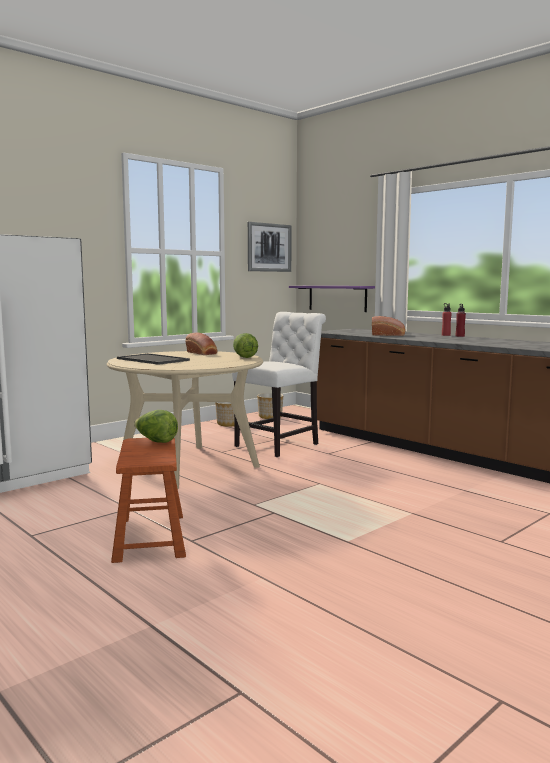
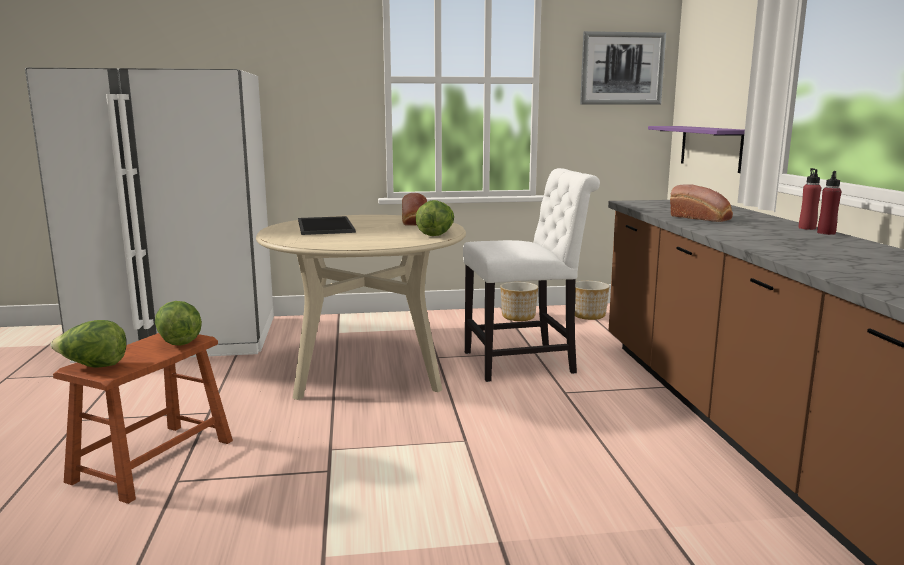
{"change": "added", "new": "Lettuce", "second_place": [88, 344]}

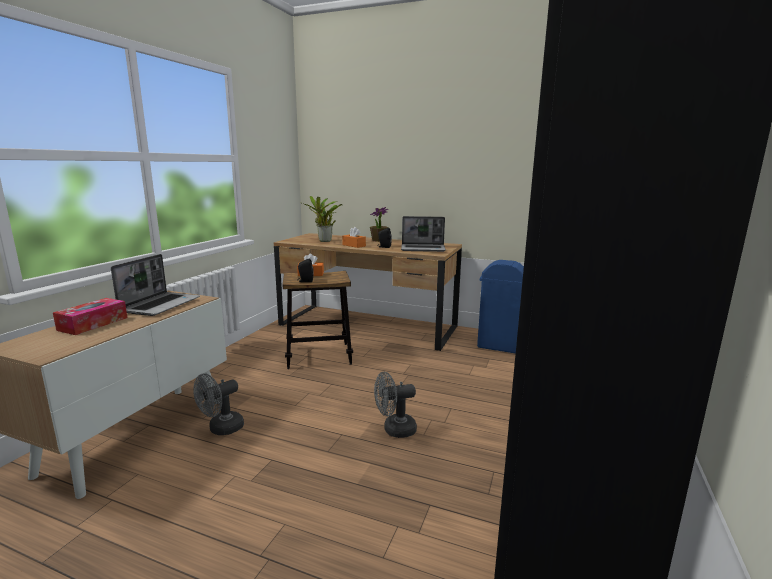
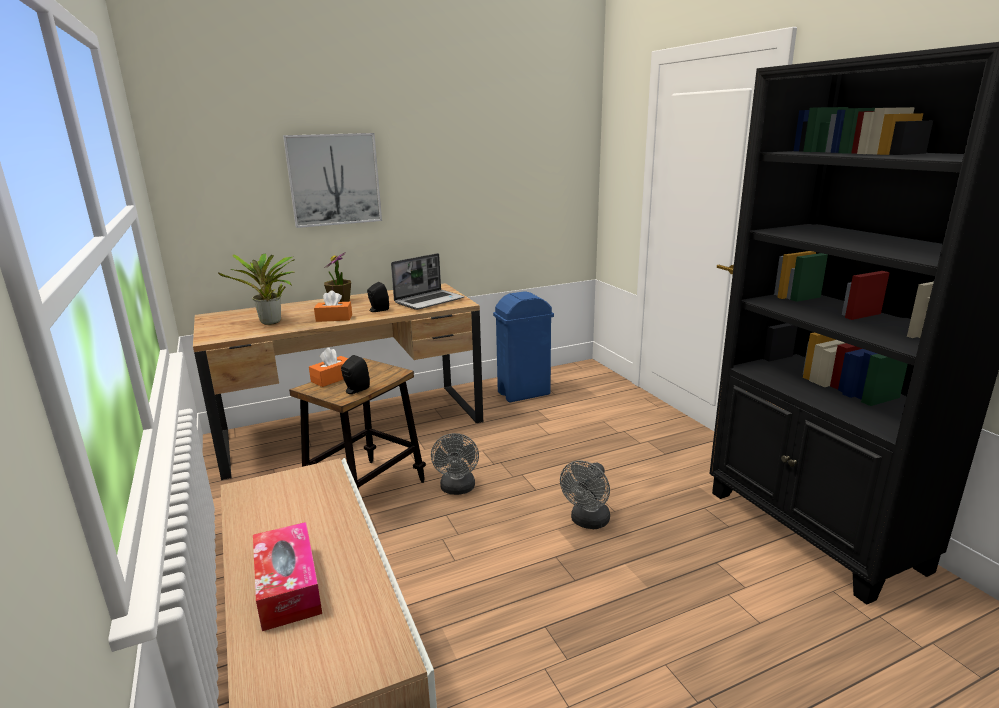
{"change": "removed", "old": "Laptop", "first_place": [155, 285]}
{"change": "moved", "old": "GreyFan", "first_place": [218, 404], "second_place": [455, 464]}
{"change": "added", "new": "Picture", "second_place": [332, 180]}

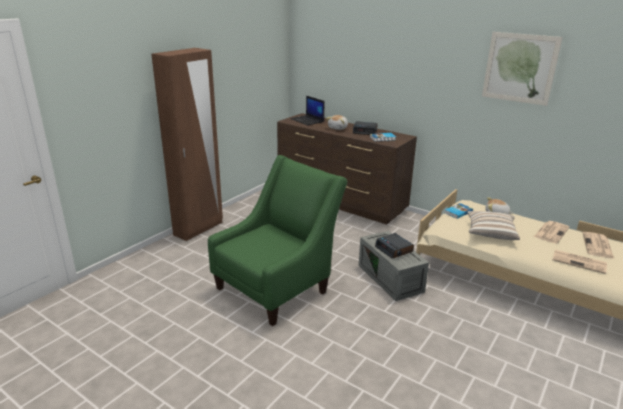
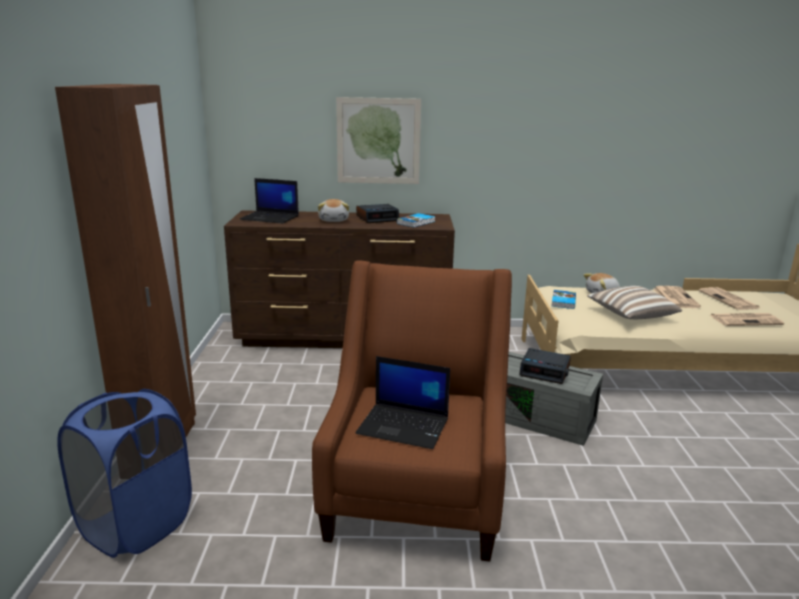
{"change": "recoloured", "old": "GreenArmchair", "new": "BrownArmchair", "first_place": [277, 240], "second_place": [412, 411]}
{"change": "moved", "old": "Picture", "first_place": [522, 69], "second_place": [378, 140]}
{"change": "added", "new": "BlueLaundryBasket", "second_place": [124, 473]}
{"change": "added", "new": "Laptop", "second_place": [403, 402]}

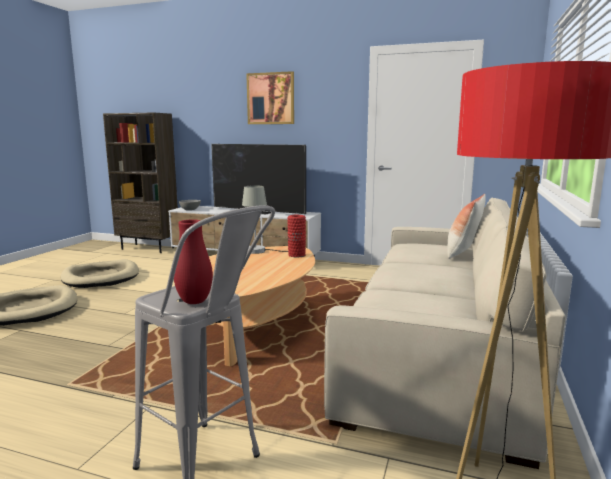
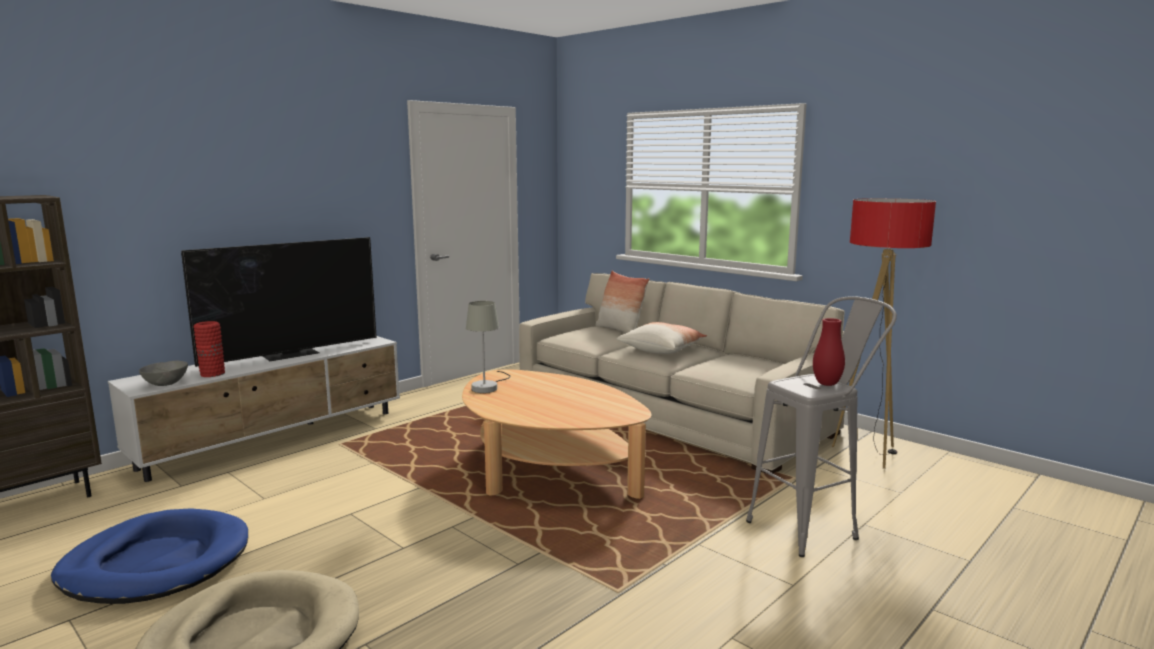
{"change": "recoloured", "old": "BeigeDogBed", "new": "BlueDogBed", "first_place": [100, 273], "second_place": [149, 556]}
{"change": "removed", "old": "Picture", "first_place": [270, 97]}
{"change": "moved", "old": "RedVase", "first_place": [296, 236], "second_place": [209, 349]}
{"change": "added", "new": "Pillow", "second_place": [661, 338]}

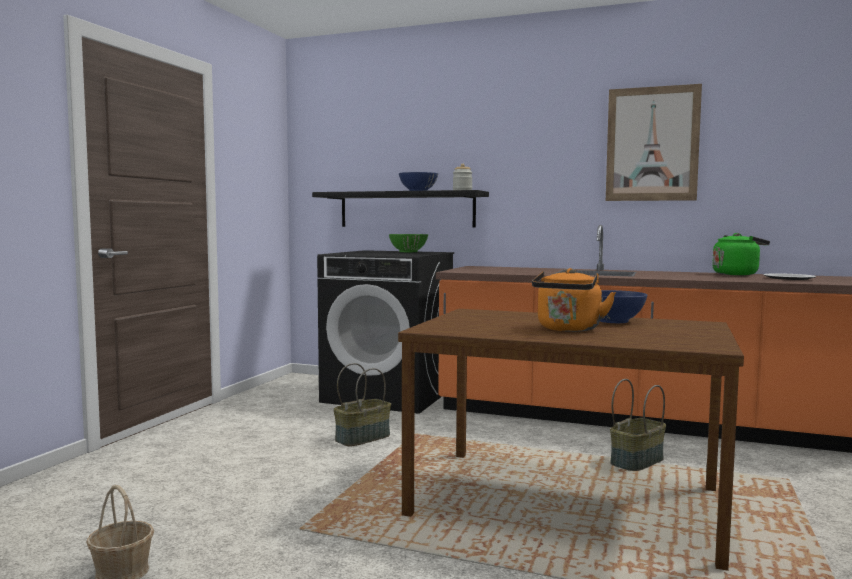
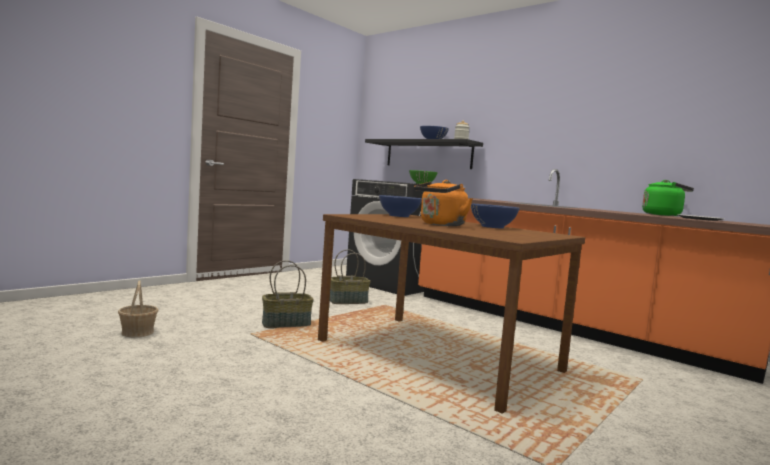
{"change": "removed", "old": "Picture", "first_place": [654, 142]}
{"change": "moved", "old": "Basket", "first_place": [638, 425], "second_place": [288, 294]}
{"change": "added", "new": "BlueBowl", "second_place": [400, 206]}

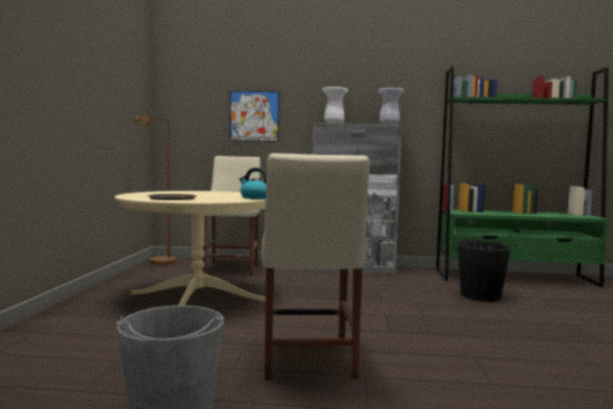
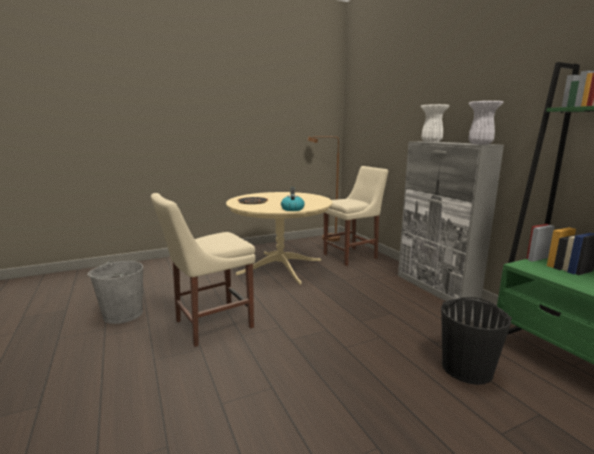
{"change": "removed", "old": "Picture", "first_place": [254, 116]}

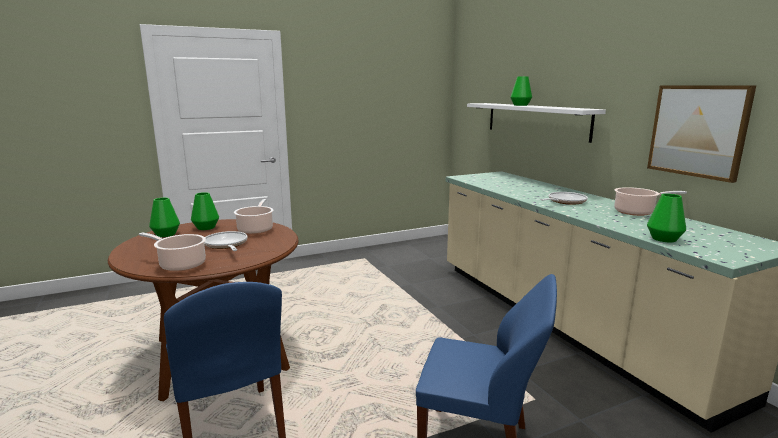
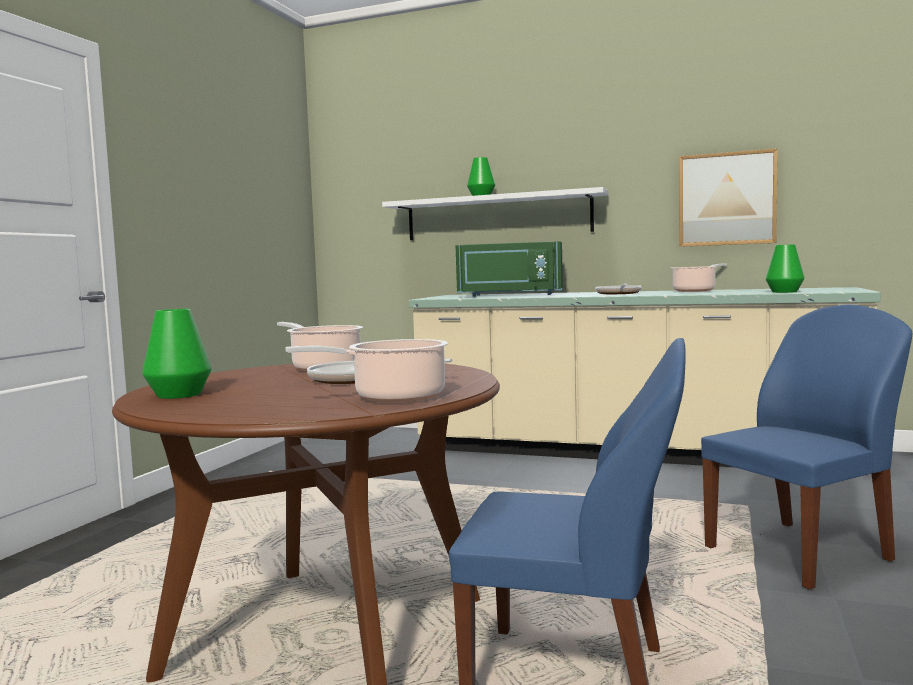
{"change": "removed", "old": "GreenVase", "first_place": [205, 211]}
{"change": "added", "new": "GreenMicrowave", "second_place": [509, 269]}

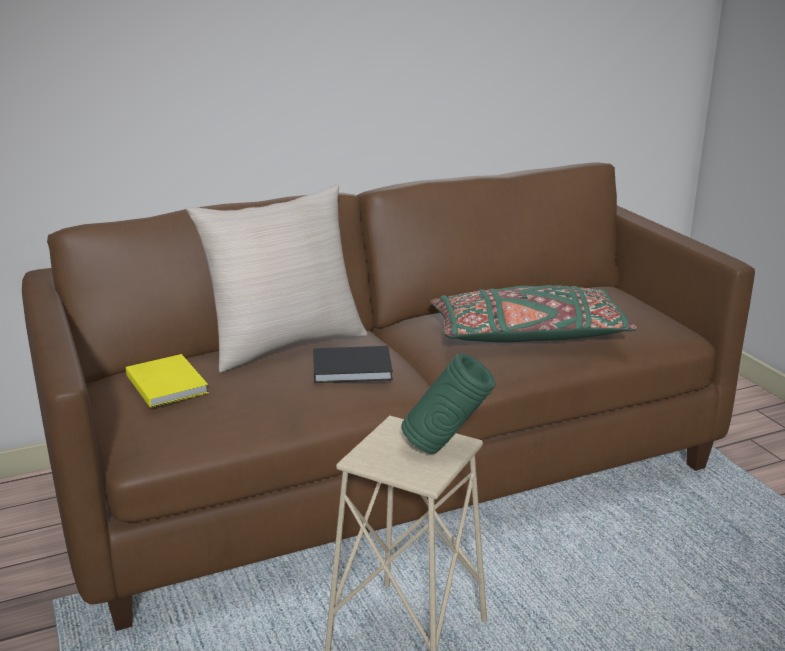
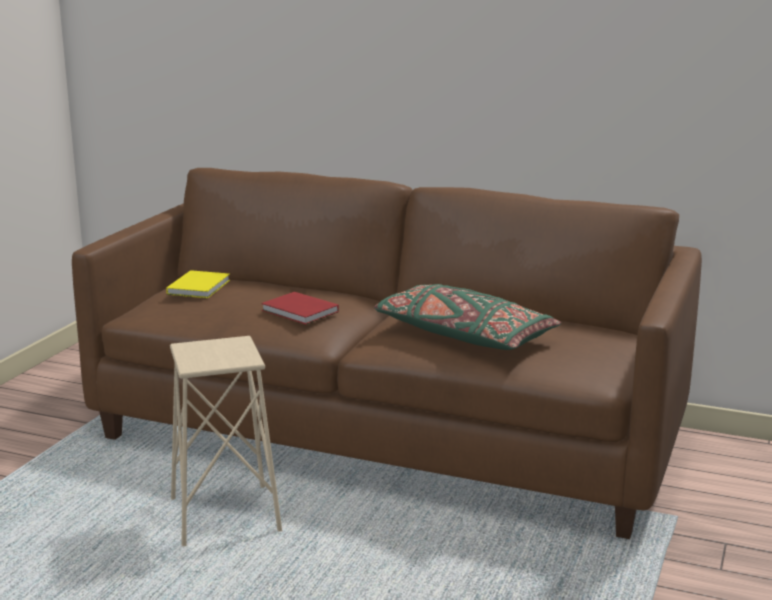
{"change": "removed", "old": "BeigePillow", "first_place": [276, 278]}
{"change": "recoloured", "old": "BlackBook", "new": "RedBook", "first_place": [353, 364], "second_place": [300, 308]}
{"change": "removed", "old": "GreenVase", "first_place": [448, 404]}

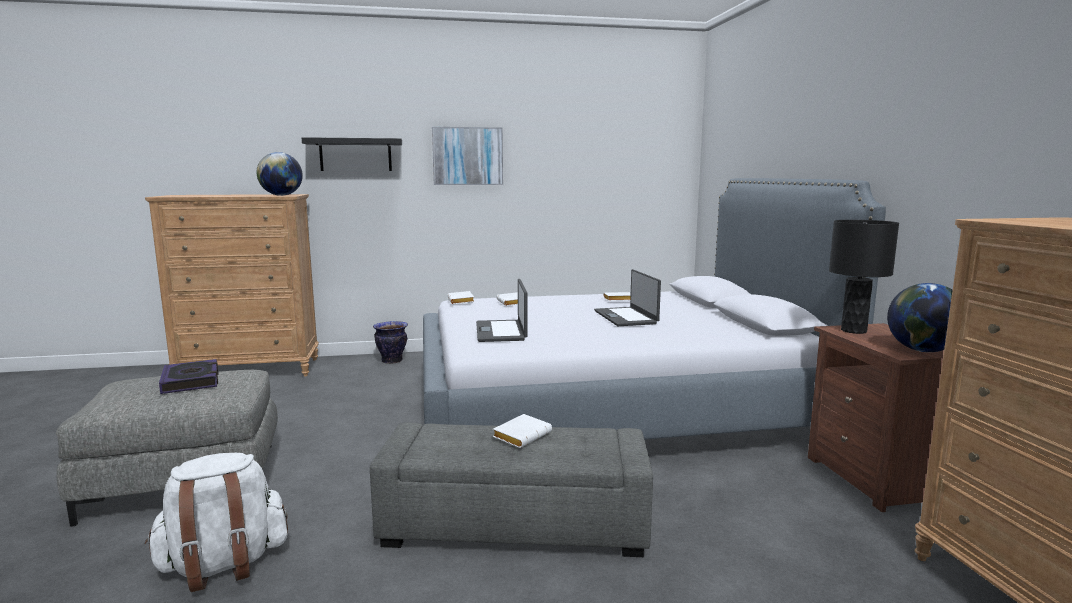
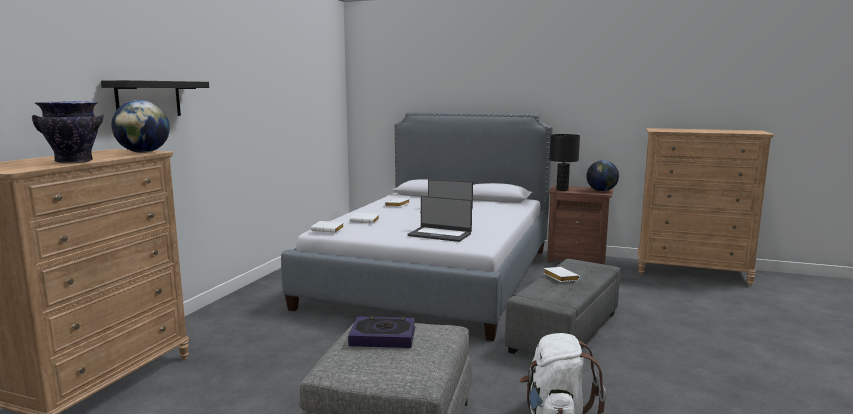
{"change": "moved", "old": "Vase", "first_place": [390, 342], "second_place": [68, 132]}
{"change": "removed", "old": "Picture", "first_place": [467, 156]}

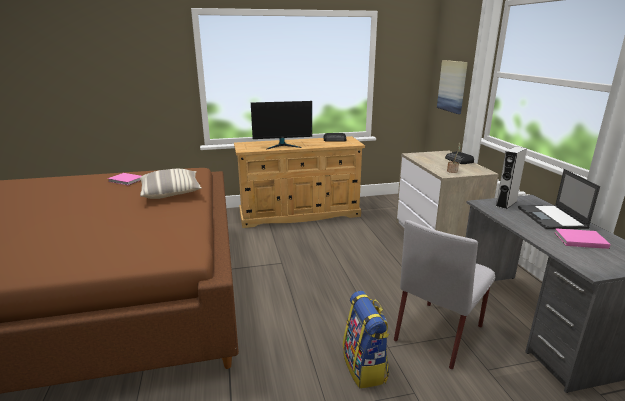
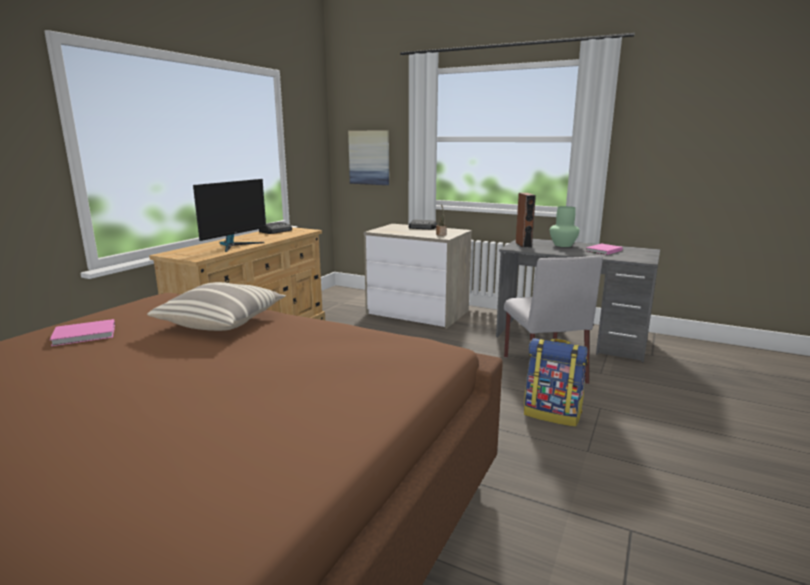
{"change": "recoloured", "old": "GreySpeaker", "new": "BrownSpeaker", "first_place": [511, 177], "second_place": [526, 220]}
{"change": "replaced", "old": "Laptop", "new": "GreenVase", "first_place": [559, 199], "second_place": [565, 226]}

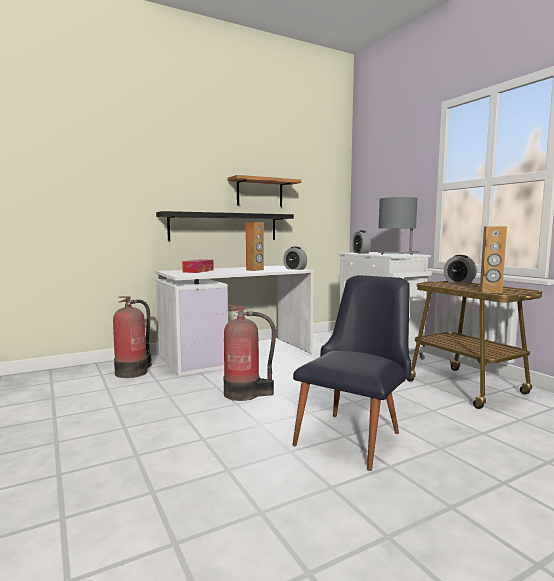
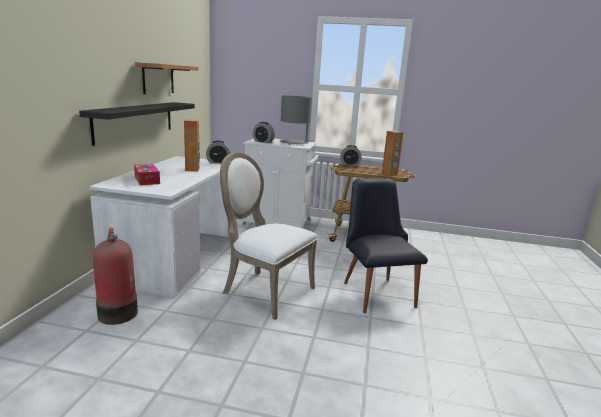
{"change": "replaced", "old": "FireExtinguisher", "new": "WhiteChair", "first_place": [250, 352], "second_place": [268, 236]}

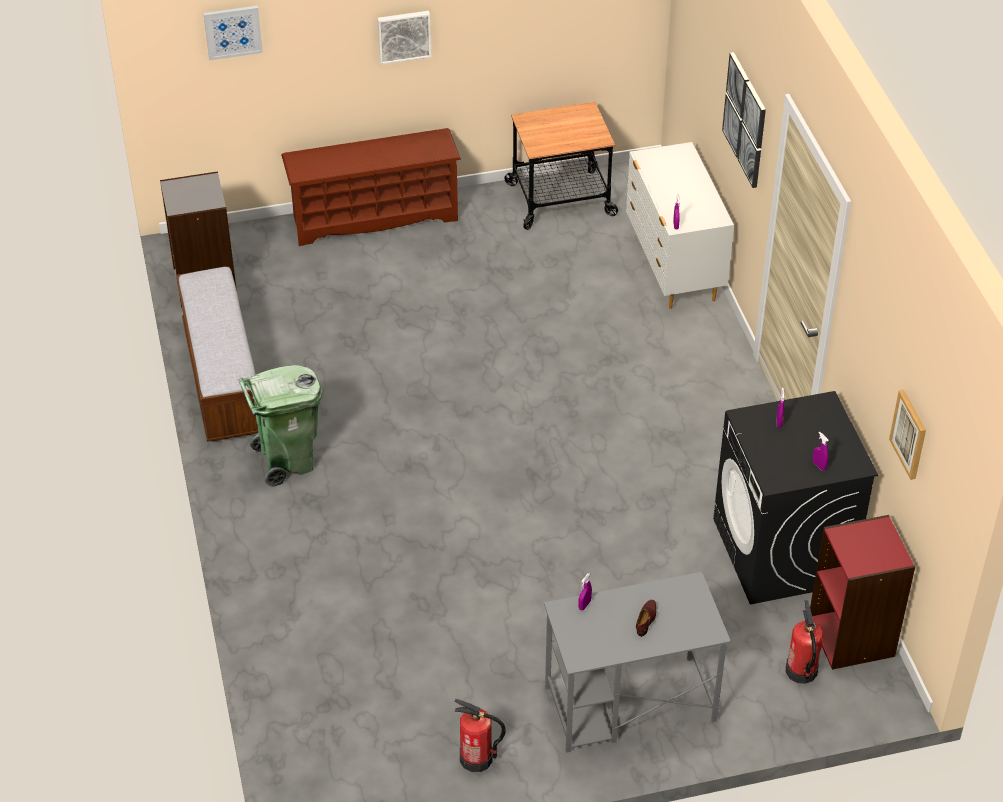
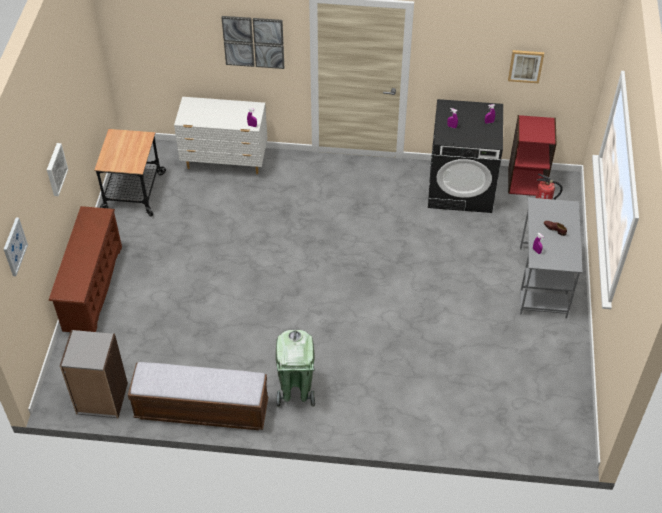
{"change": "removed", "old": "FireExtinguisher", "first_place": [480, 735]}

